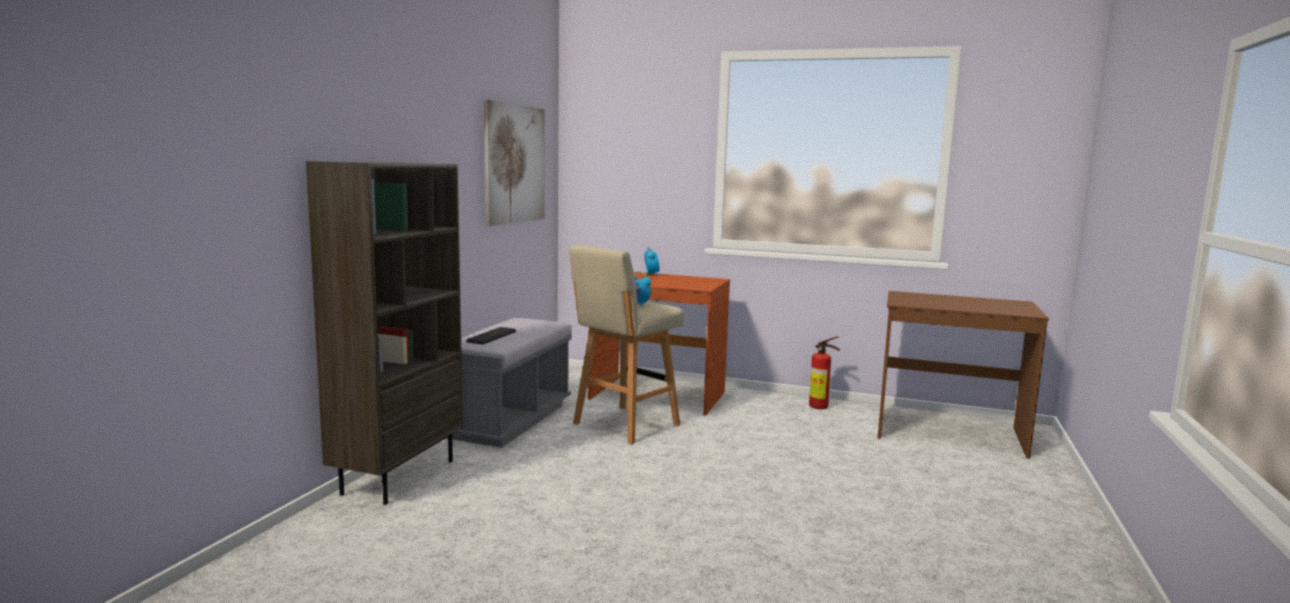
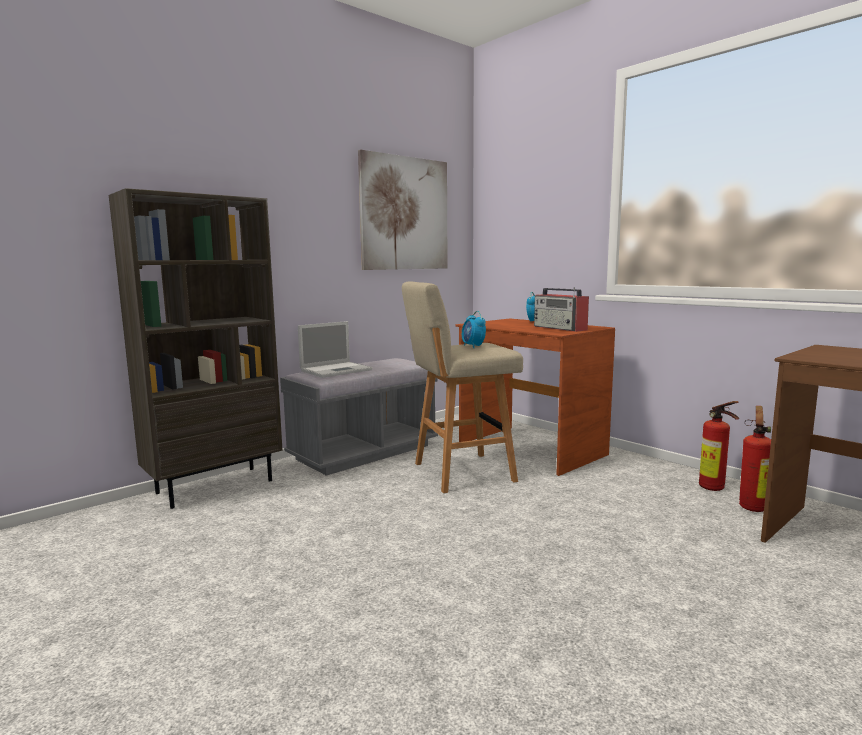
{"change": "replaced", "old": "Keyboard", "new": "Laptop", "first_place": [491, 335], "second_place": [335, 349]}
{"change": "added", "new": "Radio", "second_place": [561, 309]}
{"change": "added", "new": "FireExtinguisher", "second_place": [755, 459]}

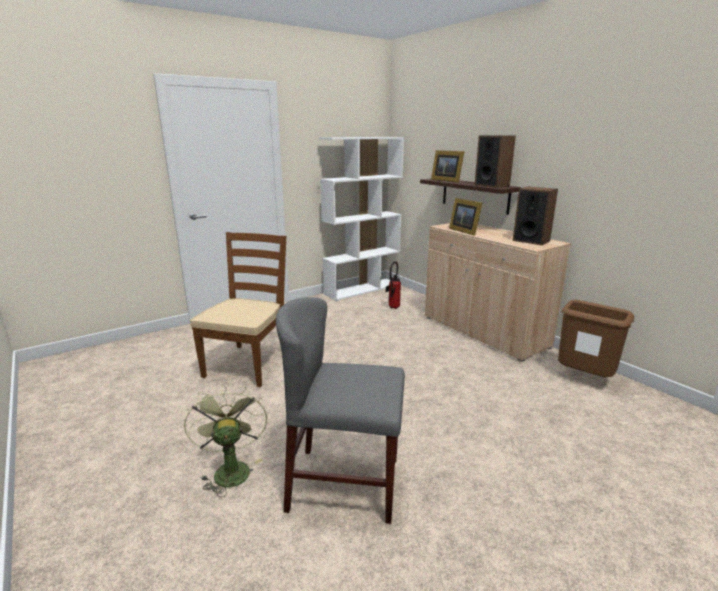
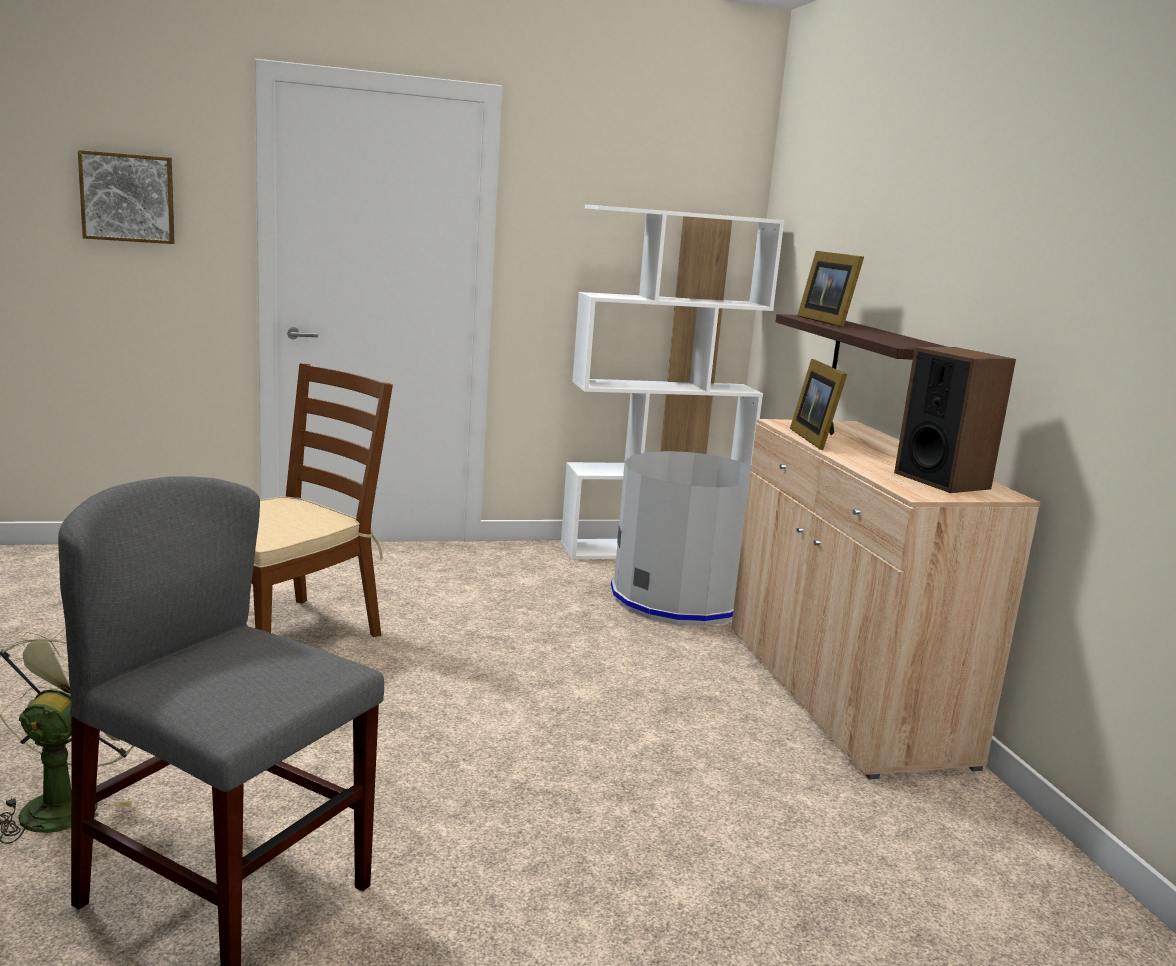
{"change": "replaced", "old": "FireExtinguisher", "new": "GreyTrashCan", "first_place": [393, 285], "second_place": [681, 538]}
{"change": "removed", "old": "Speaker", "first_place": [495, 161]}
{"change": "removed", "old": "BrownTrashCan", "first_place": [596, 338]}
{"change": "added", "new": "Picture", "second_place": [126, 197]}

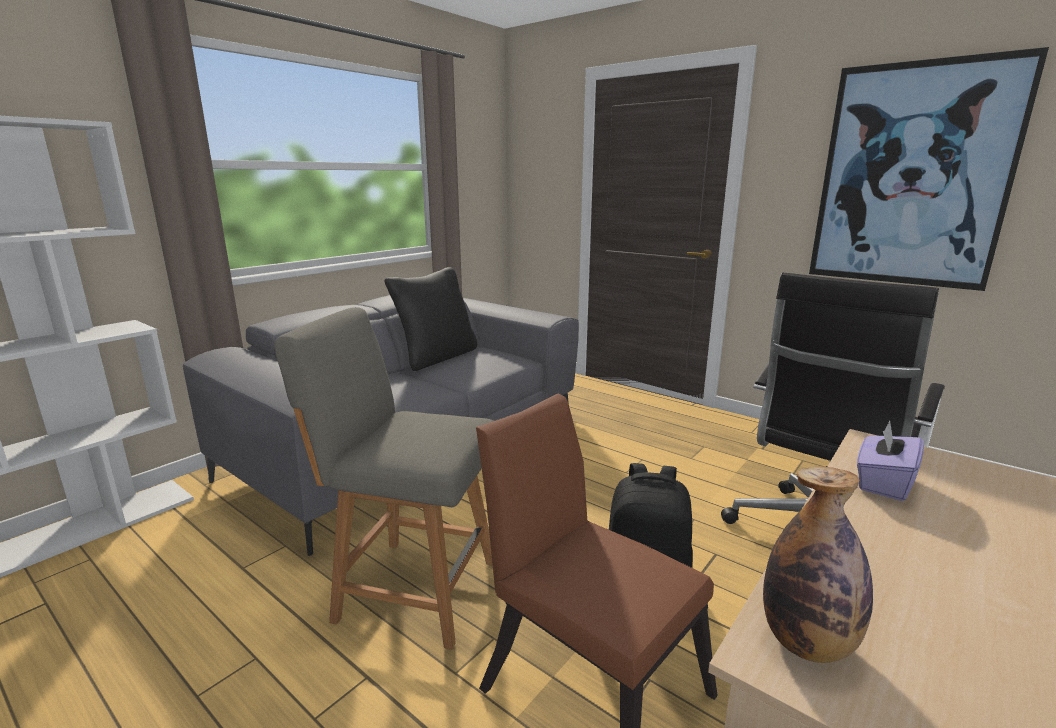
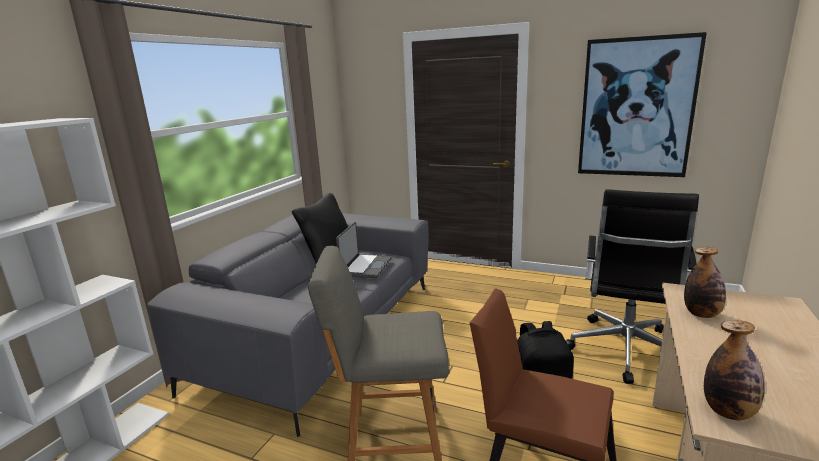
{"change": "replaced", "old": "PurpleTissueBox", "new": "Bottle", "first_place": [890, 461], "second_place": [705, 282]}
{"change": "added", "new": "Laptop", "second_place": [364, 250]}

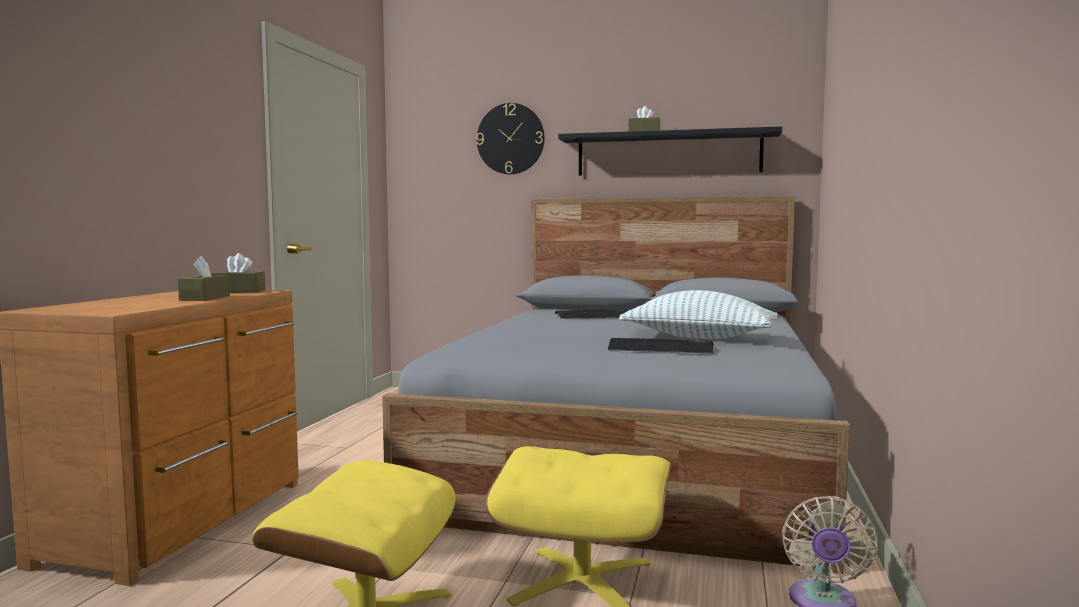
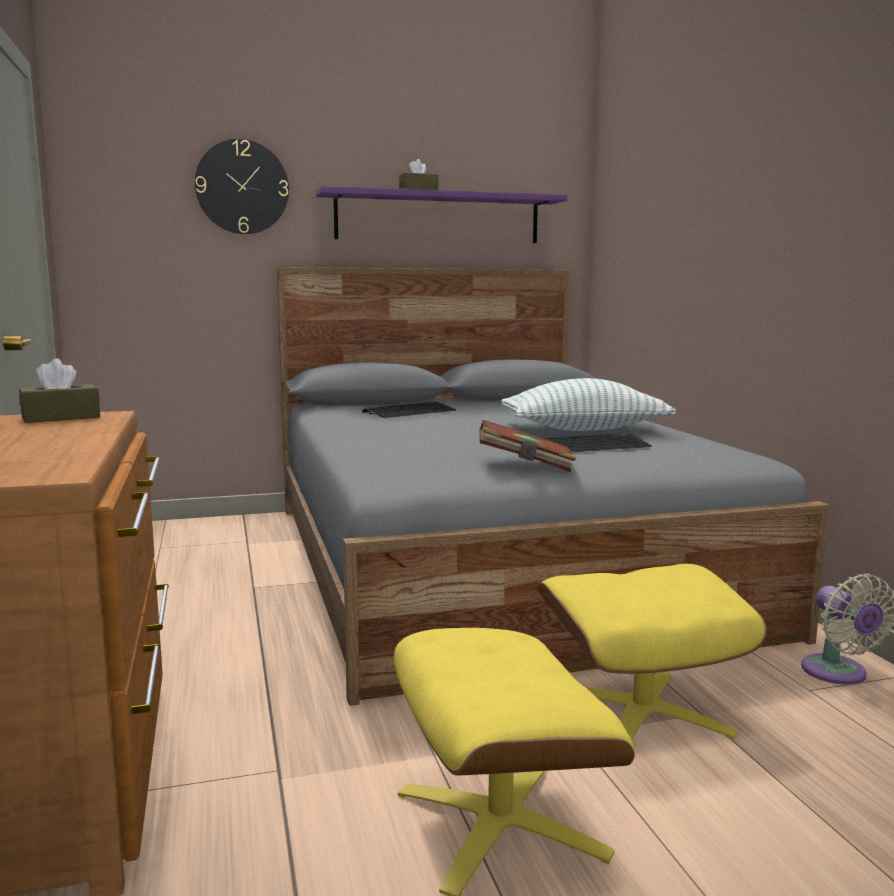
{"change": "removed", "old": "BrownTissueBox", "first_place": [204, 278]}
{"change": "recoloured", "old": "BlackShelf", "new": "PurpleShelf", "first_place": [670, 151], "second_place": [441, 214]}
{"change": "added", "new": "BrownBook", "second_place": [527, 446]}

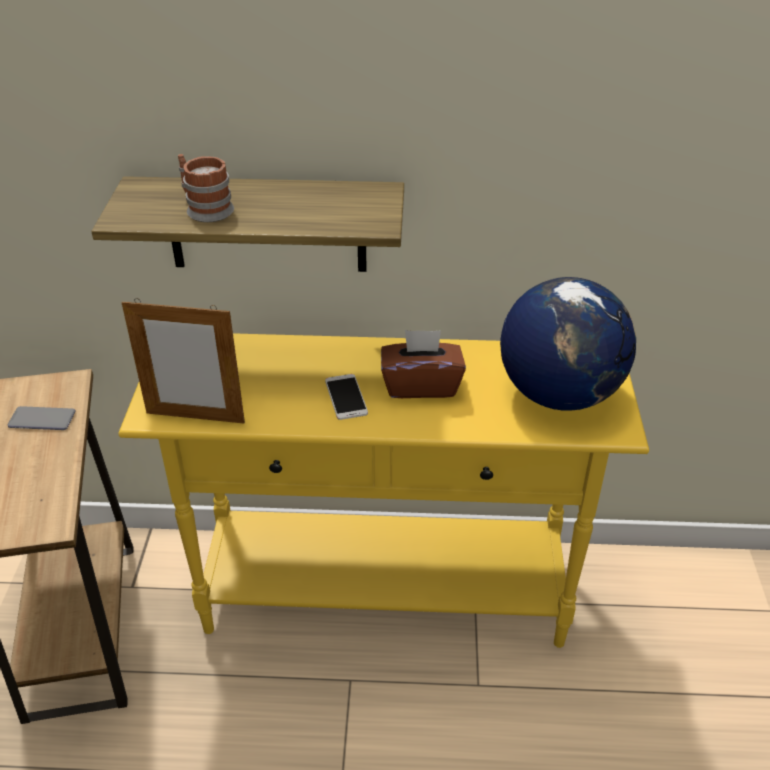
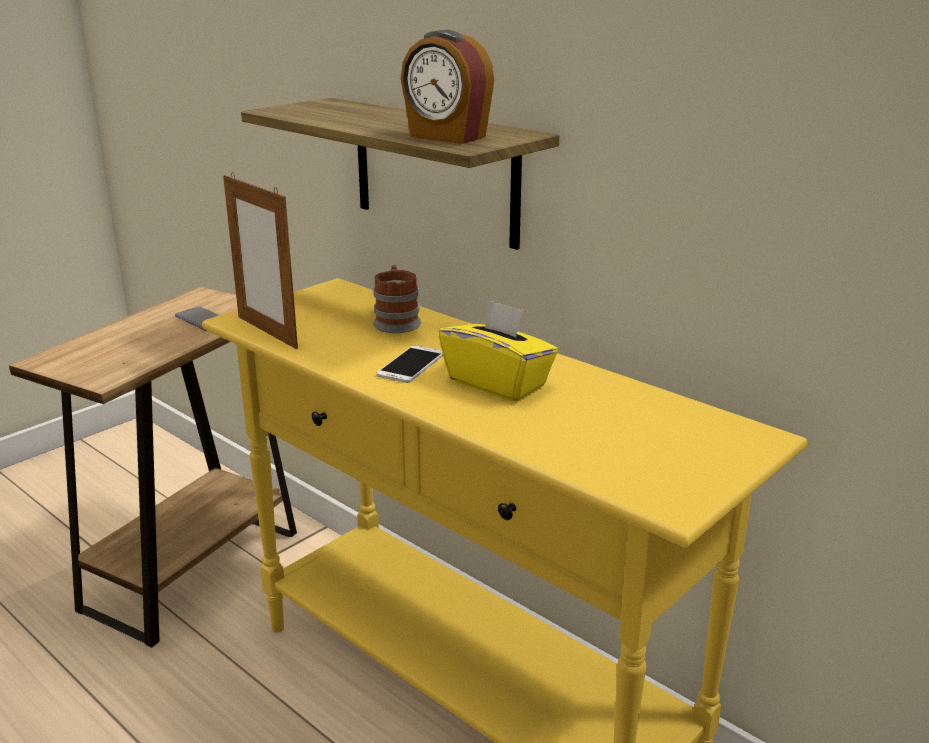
{"change": "moved", "old": "Mug", "first_place": [206, 188], "second_place": [397, 299]}
{"change": "recoloured", "old": "BrownTissueBox", "new": "YellowTissueBox", "first_place": [423, 364], "second_place": [498, 350]}
{"change": "removed", "old": "Globe", "first_place": [568, 344]}
{"change": "added", "new": "AlarmClock", "second_place": [447, 87]}

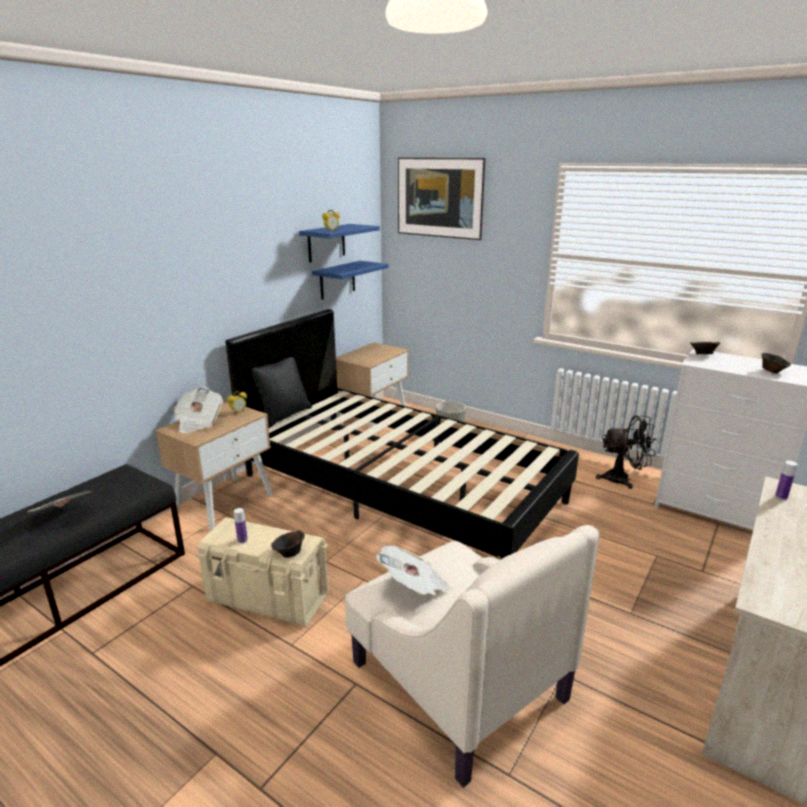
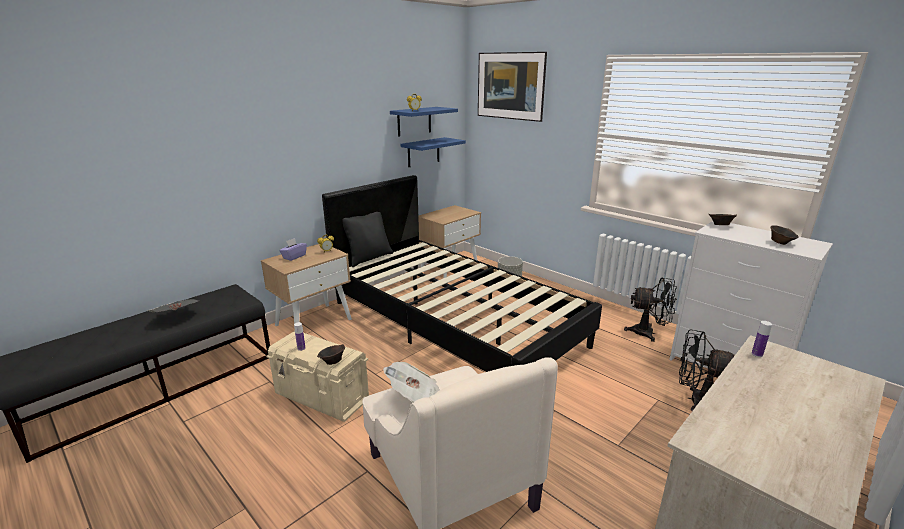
{"change": "replaced", "old": "Newspaper", "new": "PurpleTissueBox", "first_place": [198, 410], "second_place": [293, 249]}
{"change": "added", "new": "BlackFan", "second_place": [707, 370]}

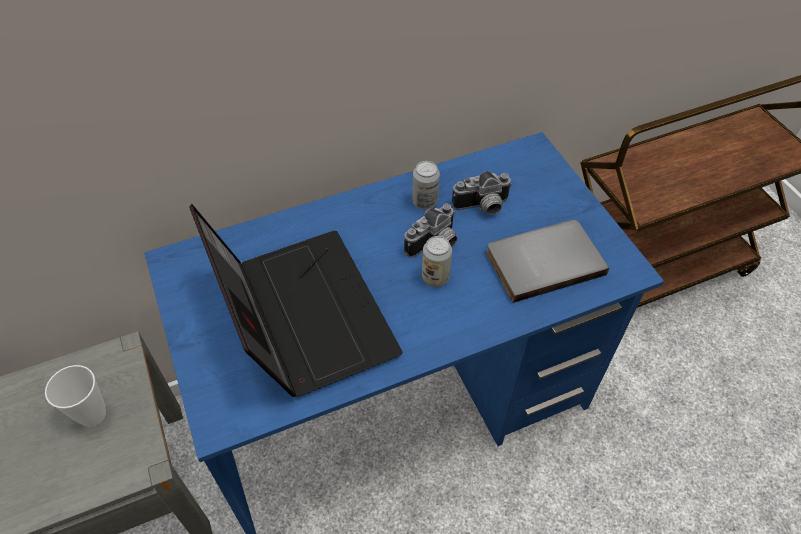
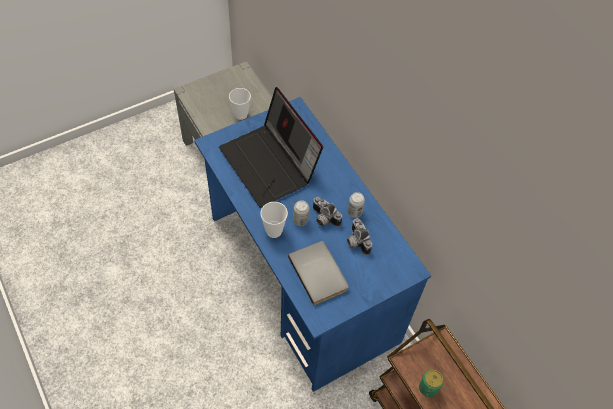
{"change": "turned", "old": "Laptop", "first_place": [295, 300], "second_place": [271, 147], "degrees": 90}
{"change": "added", "new": "Cup", "second_place": [274, 220]}
{"change": "added", "new": "Can", "second_place": [431, 383]}

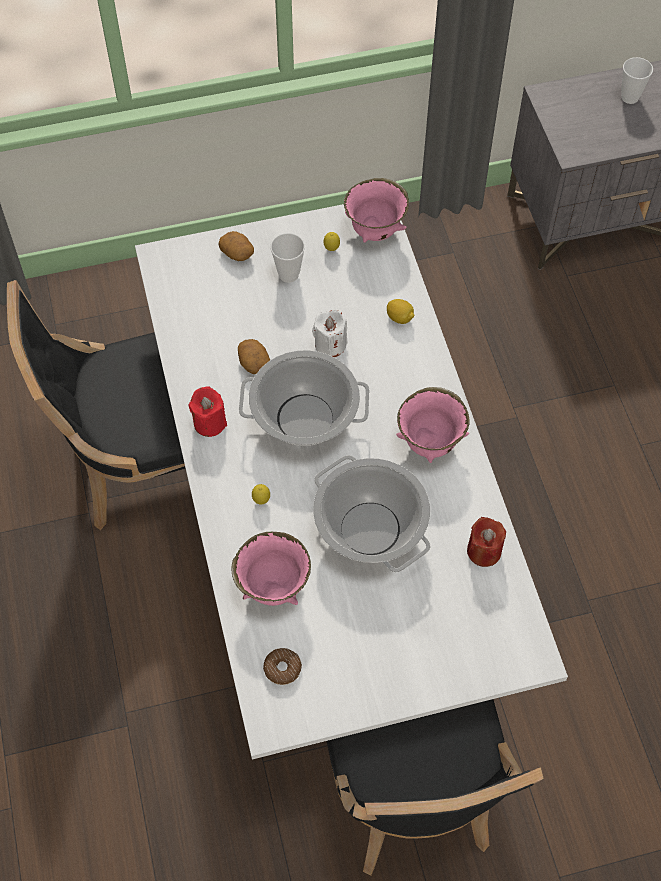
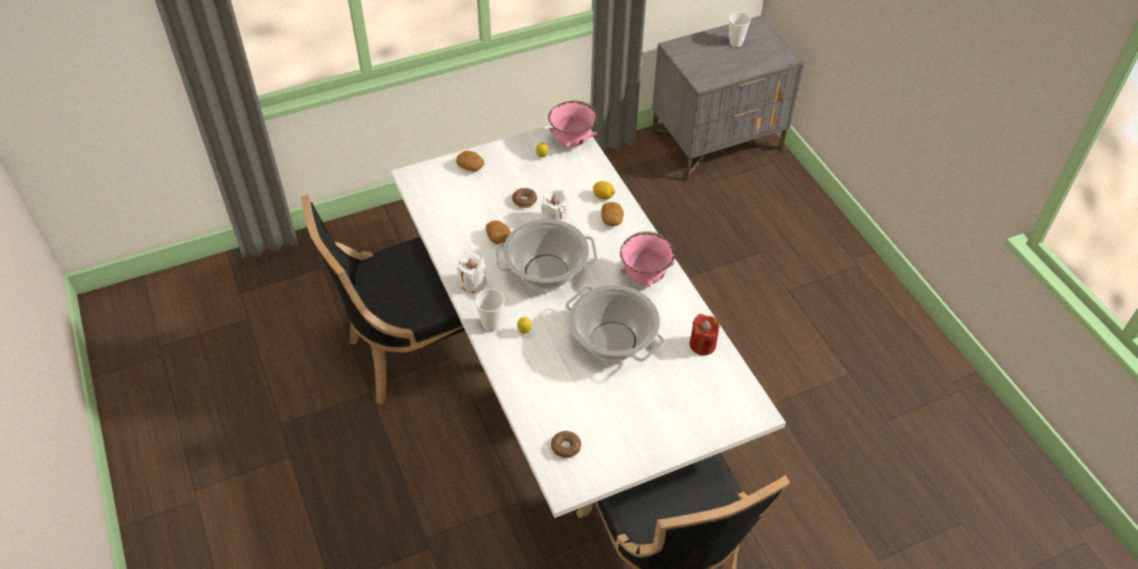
{"change": "recoloured", "old": "RedCandle", "new": "WhiteCandle", "first_place": [207, 411], "second_place": [472, 272]}
{"change": "removed", "old": "PinkBowl", "first_place": [271, 569]}
{"change": "moved", "old": "Cup", "first_place": [287, 258], "second_place": [490, 310]}
{"change": "added", "new": "Donut", "second_place": [524, 198]}
{"change": "added", "new": "Potato", "second_place": [612, 214]}

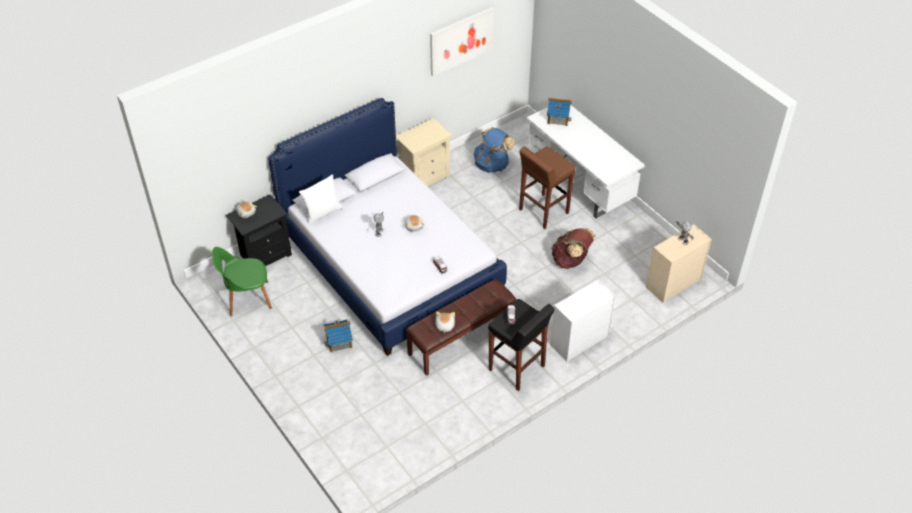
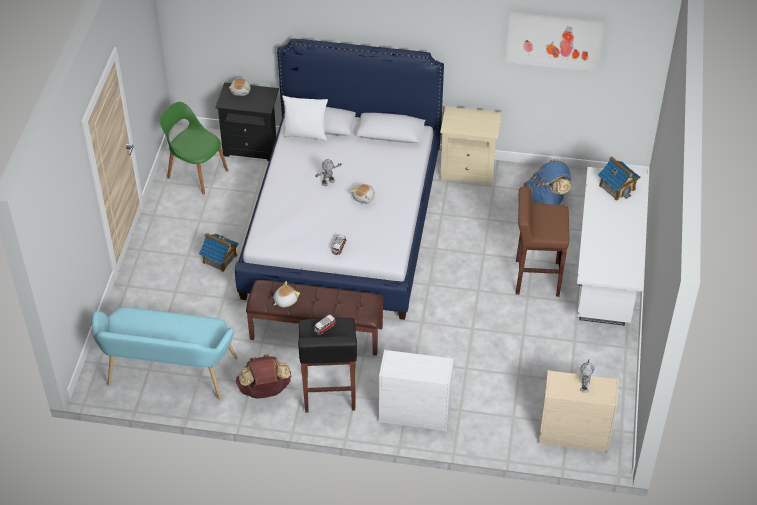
{"change": "moved", "old": "BrownBackpack", "first_place": [573, 248], "second_place": [264, 376]}
{"change": "added", "new": "TurquoiseBench", "second_place": [165, 354]}

